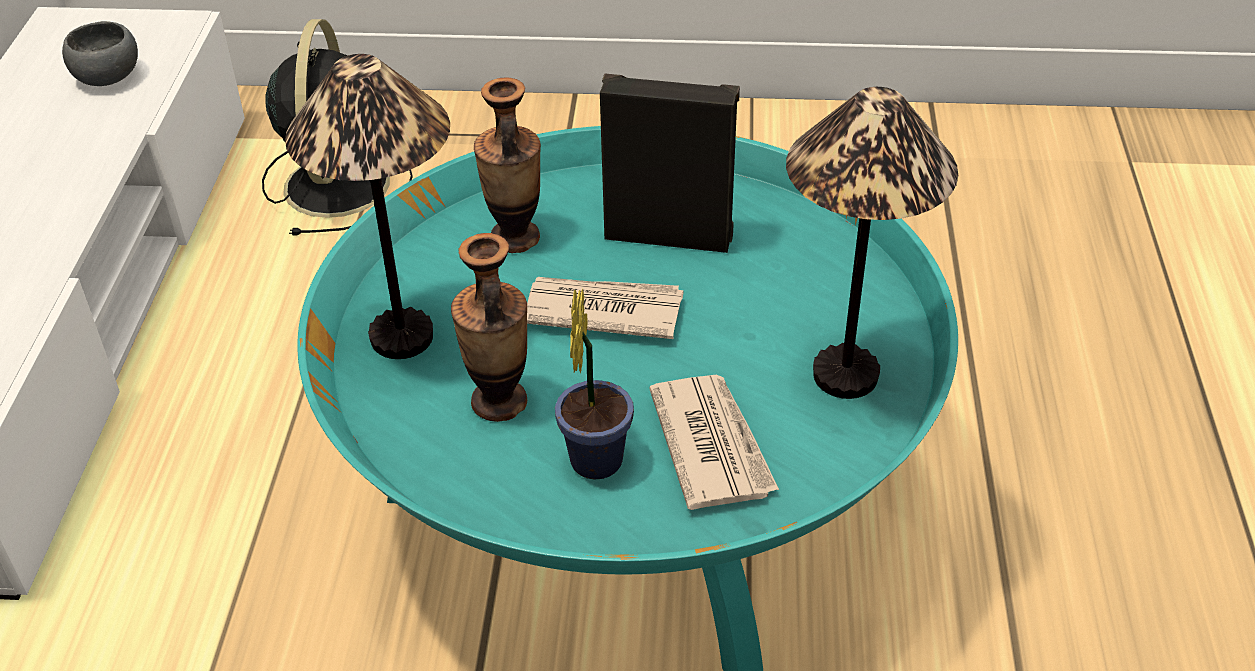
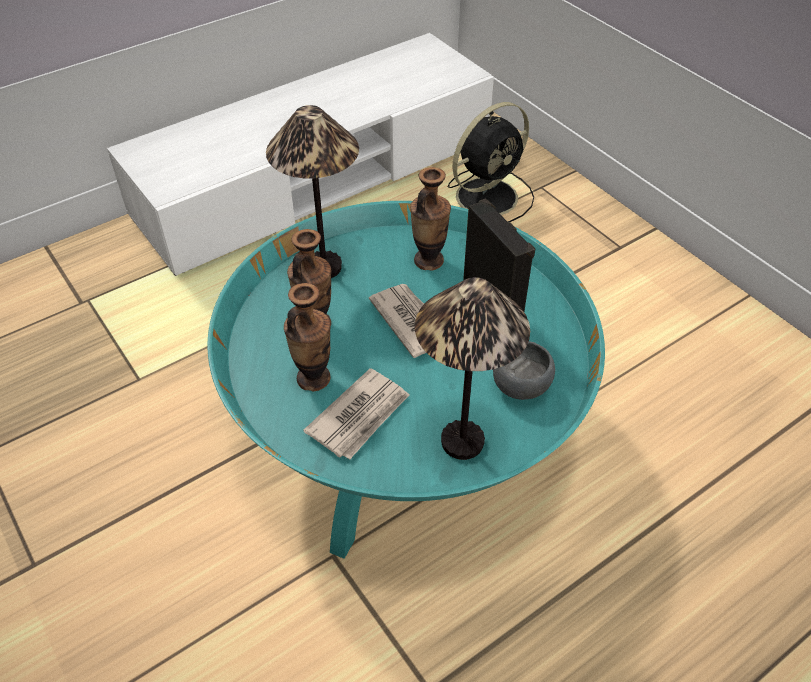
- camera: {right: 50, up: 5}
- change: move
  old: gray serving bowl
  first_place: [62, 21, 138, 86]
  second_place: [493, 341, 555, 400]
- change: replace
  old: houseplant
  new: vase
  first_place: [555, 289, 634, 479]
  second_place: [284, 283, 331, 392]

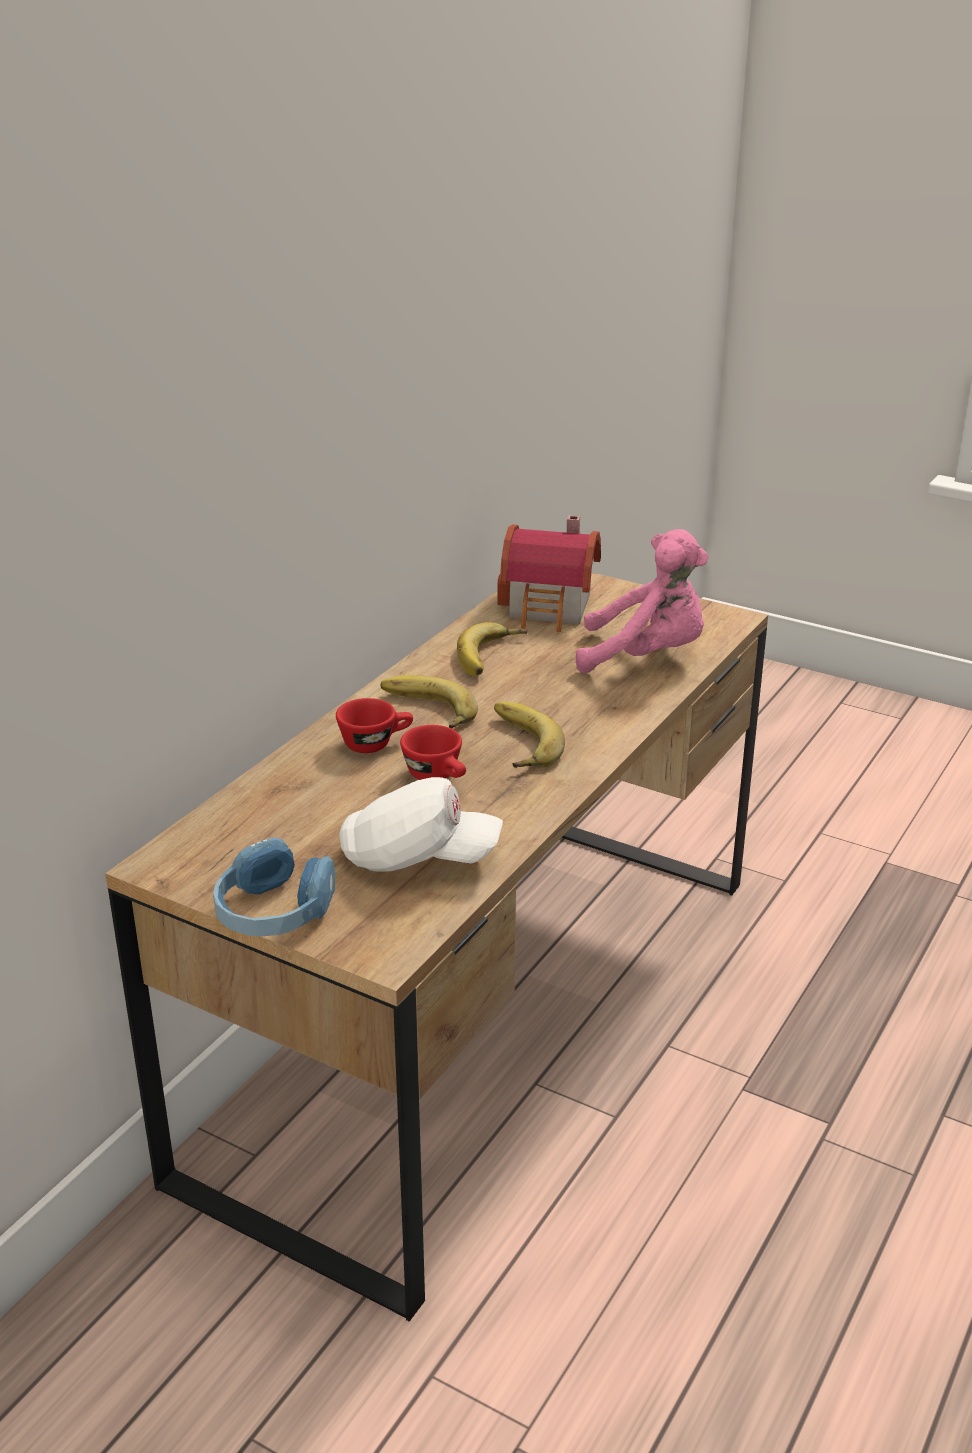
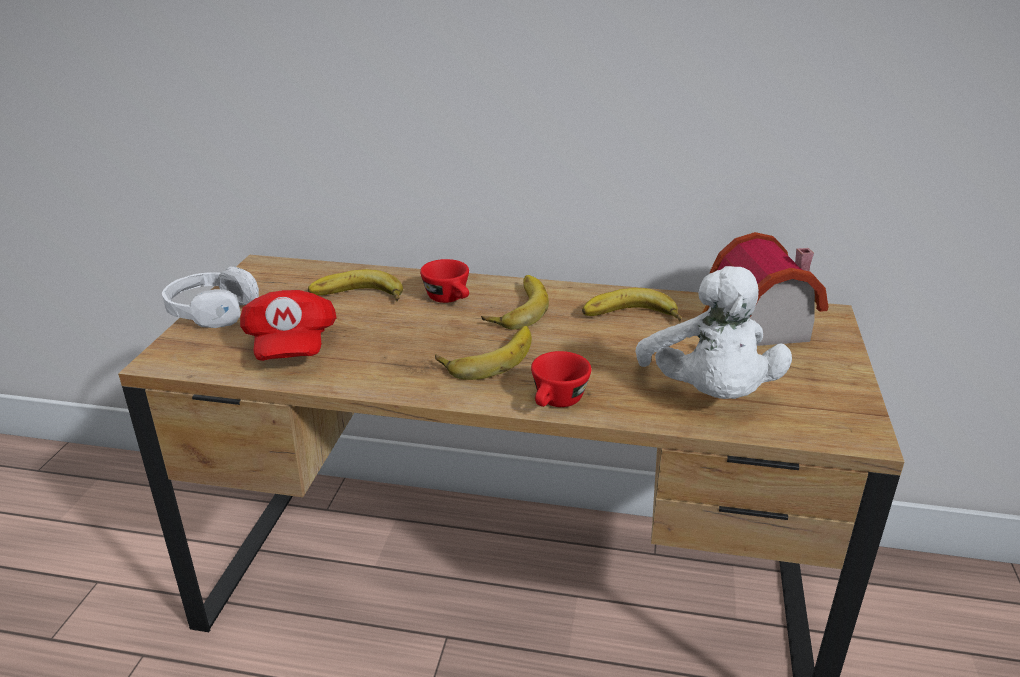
- camera: {right: 70, up: 0}
- change: insert
  new: banana fruit
  second_place: [308, 269, 403, 301]
- change: move
  old: reddish drinking cup
  first_place: [400, 725, 466, 780]
  second_place: [531, 351, 591, 407]
- change: recolor
  old: blue pair of headphones
  new: whitish pair of headphones
  first_place: [213, 837, 335, 936]
  second_place: [162, 267, 259, 328]
- change: recolor
  old: whitish baseball cap
  new: reddish baseball cap
  first_place: [339, 777, 503, 872]
  second_place: [240, 290, 337, 361]
- change: recolor
  old: pink cuddly toy
  new: whitish cuddly toy
  first_place: [576, 529, 709, 673]
  second_place: [635, 266, 792, 399]

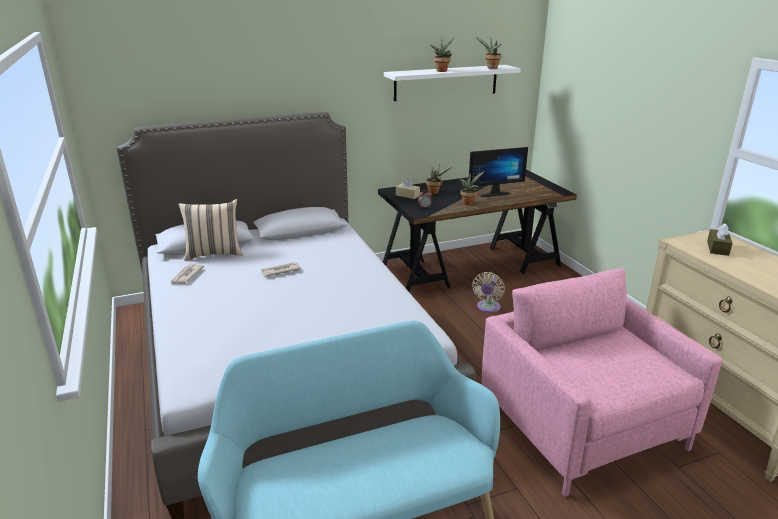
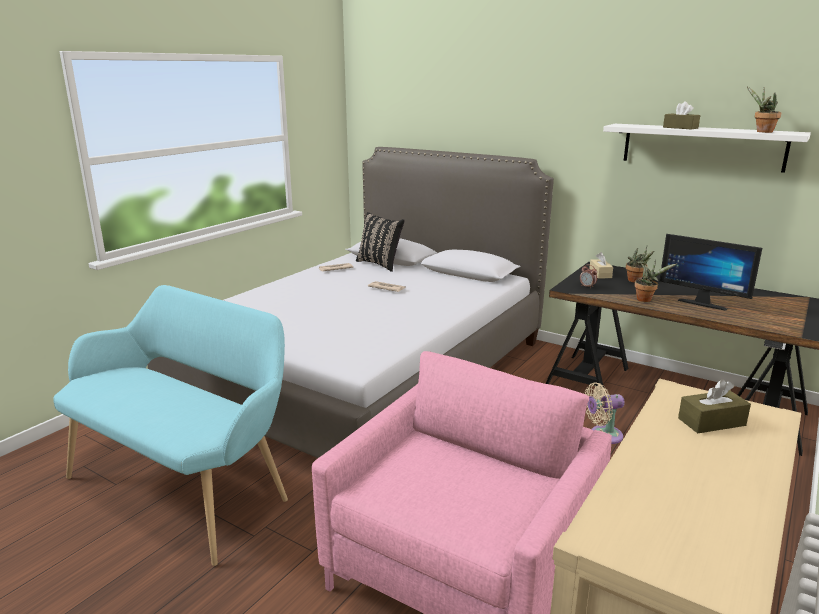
- camera: {right: 55, up: -5}
- change: replace
  old: houseplant
  new: brownish tissue box
  first_place: [430, 38, 454, 72]
  second_place: [663, 101, 700, 129]
- change: recolor
  old: beige-coloured throw pillow
  new: black throw pillow
  first_place: [178, 199, 243, 261]
  second_place: [356, 212, 405, 272]

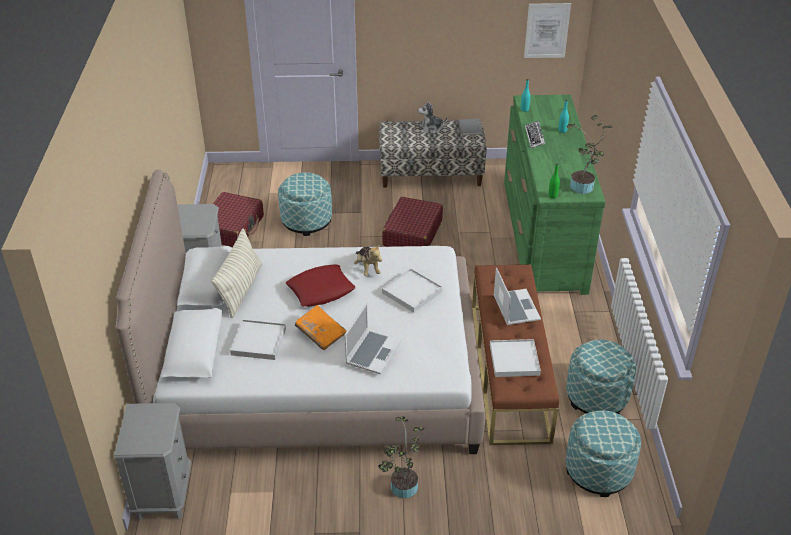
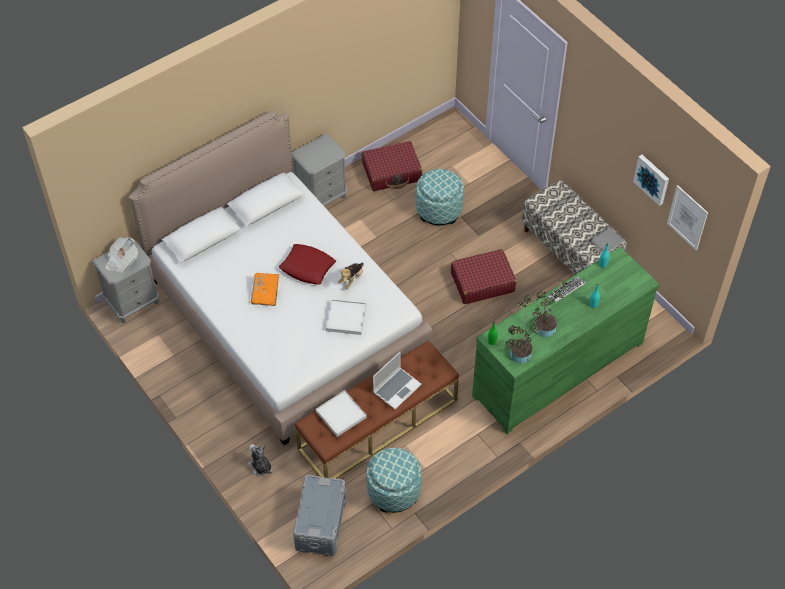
- camera: {right: 55, up: 15}
- change: delete
  old: throw pillow
  first_place: [211, 228, 262, 318]
- change: delete
  old: whitish tray
  first_place: [230, 319, 286, 360]
- change: delete
  old: notebook computer
  first_place: [345, 303, 401, 374]
- change: insert
  new: printed paper
  second_place: [105, 237, 138, 274]
- change: insert
  new: wall picture
  second_place: [633, 155, 669, 206]
- change: move
  old: houseplant
  first_place: [378, 416, 425, 498]
  second_place: [524, 280, 567, 337]
- change: move
  old: cuddly toy
  first_place: [418, 101, 447, 134]
  second_place: [248, 444, 272, 476]
- change: replace
  old: footrest
  new: gray storage box
  first_place: [566, 410, 641, 497]
  second_place: [293, 475, 346, 556]

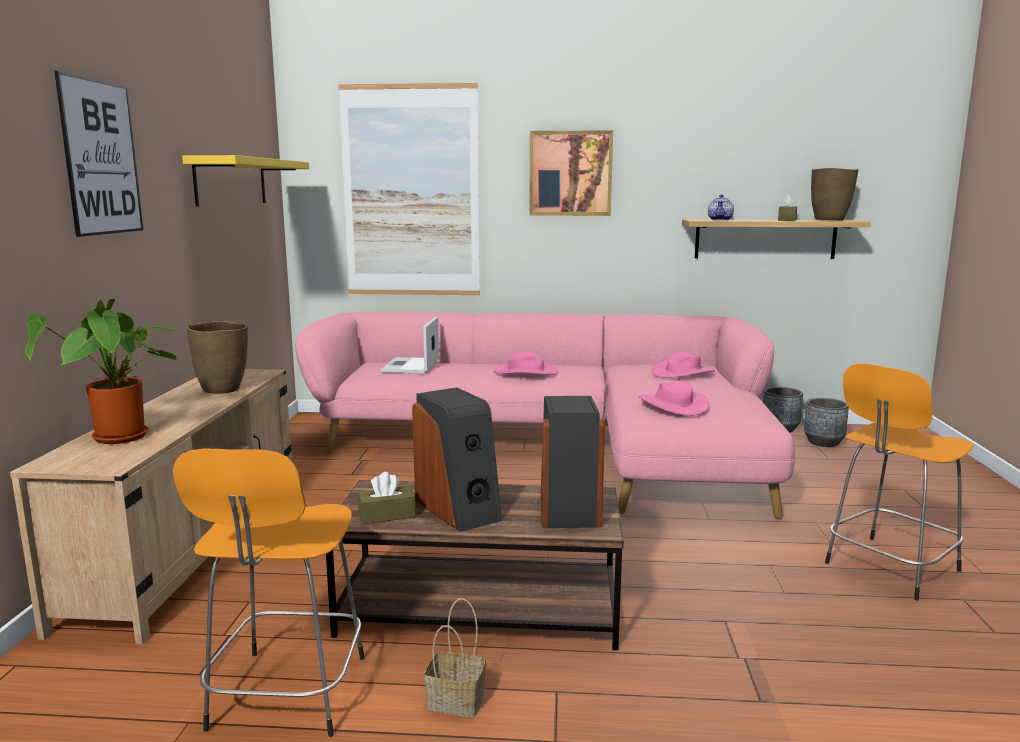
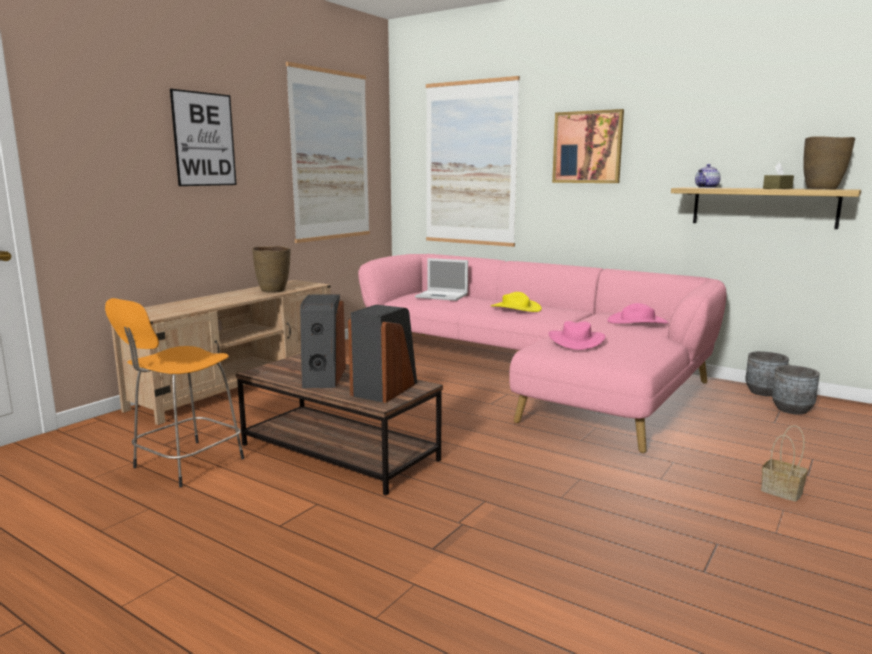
- camera: {right: 30, up: 0}
- change: delete
  old: houseplant
  first_place: [25, 299, 177, 444]
- change: delete
  old: brownish tissue box
  first_place: [358, 472, 416, 524]
- change: delete
  old: orangey sitting stool
  first_place: [825, 364, 974, 600]
- change: move
  old: household basket
  first_place: [424, 598, 486, 717]
  second_place: [761, 425, 808, 502]
- change: replace
  old: yellow-coloured shelf
  new: wall picture
  first_place: [182, 155, 309, 207]
  second_place: [286, 62, 370, 243]
- change: recolor
  old: pink clothing hat
  new: yellow-coloured clothing hat
  first_place: [493, 351, 558, 375]
  second_place: [491, 292, 542, 312]
- change: rotate
  old: notebook computer
  first_place: [380, 316, 439, 374]
  second_place: [415, 258, 468, 301]
  degrees: -105

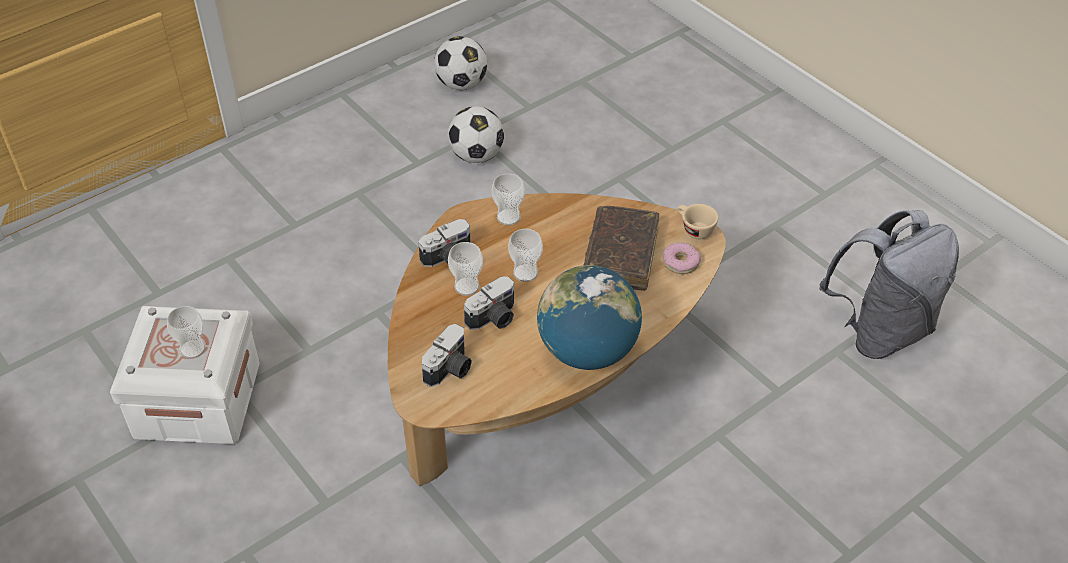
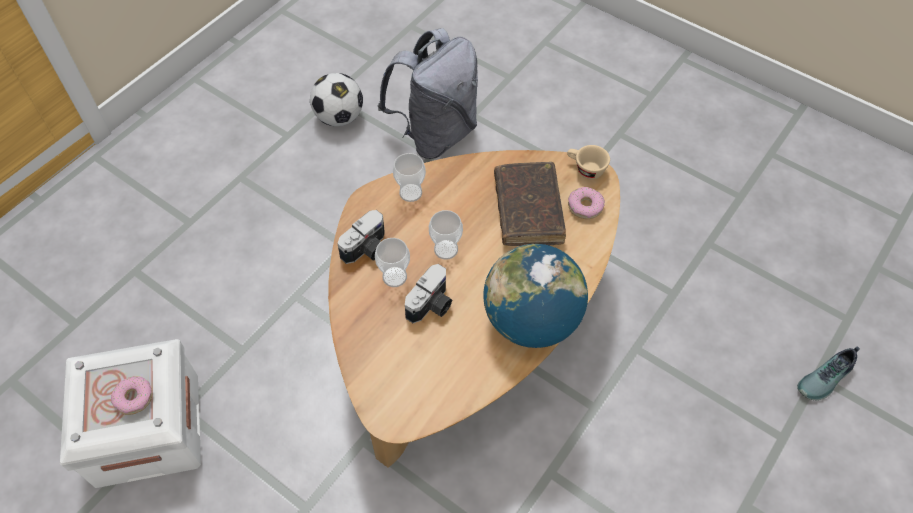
- camera: {right: -15, up: 10}
- change: delete
  old: still camera
  first_place: [422, 324, 472, 387]
- change: delete
  old: football ball
  first_place: [434, 36, 487, 90]
- change: insert
  new: low shoe
  second_place: [797, 346, 860, 401]
- change: move
  old: gray rucksack
  first_place: [819, 210, 959, 359]
  second_place: [378, 28, 478, 159]
- change: replace
  old: drinking cup
  new: donut
  first_place: [167, 306, 205, 359]
  second_place: [111, 377, 152, 415]

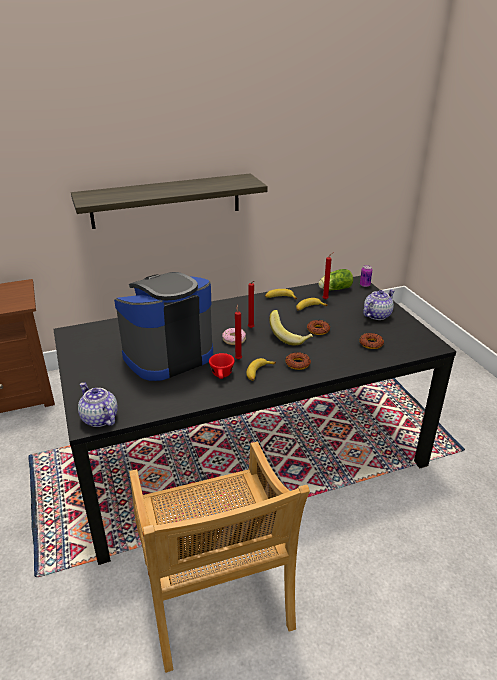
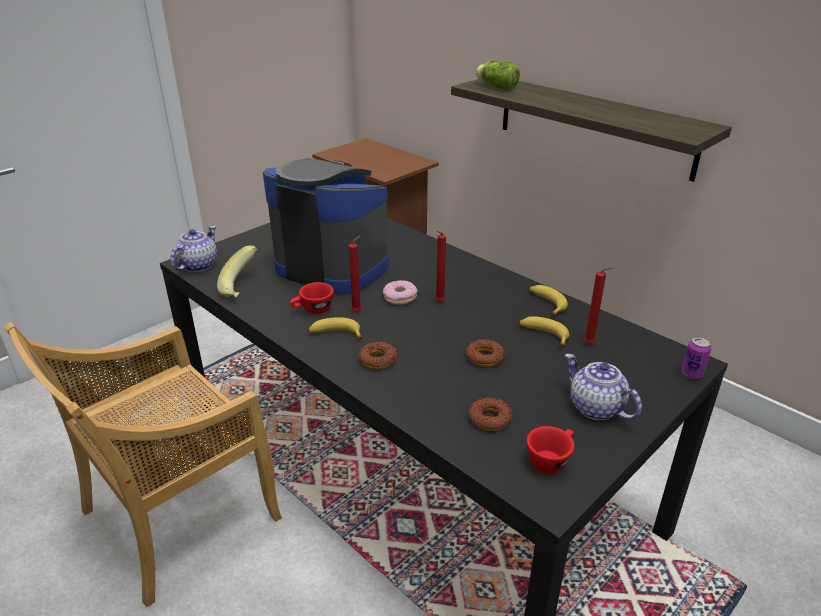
- camera: {right: 65, up: 0}
- change: insert
  new: reddish drinking cup
  second_place: [527, 426, 574, 474]
- change: move
  old: banana fruit
  first_place: [269, 310, 313, 346]
  second_place: [217, 245, 257, 297]
- change: move
  old: head of lettuce
  first_place: [318, 269, 353, 290]
  second_place: [476, 61, 520, 90]
- change: rotate
  old: pot for tea
  first_place: [363, 289, 395, 320]
  second_place: [565, 354, 642, 420]
  degrees: -150

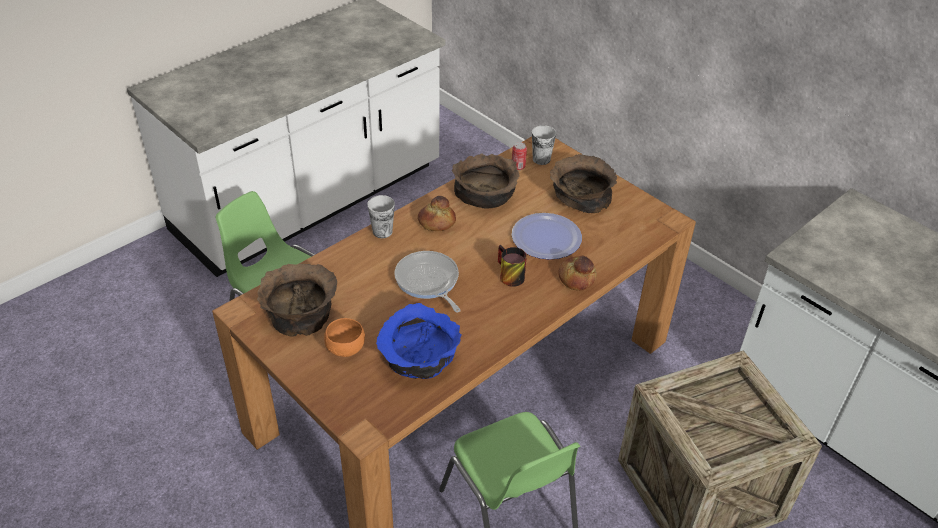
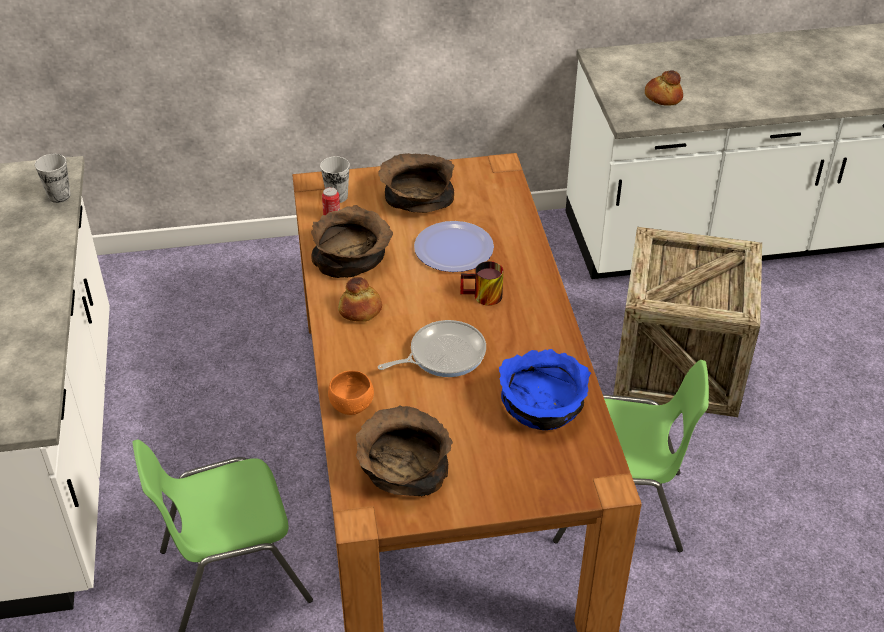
- camera: {right: -55, up: 0}
- change: move
  old: orangey serving bowl
  first_place: [324, 318, 365, 357]
  second_place: [328, 370, 374, 415]
- change: move
  old: drinking cup
  first_place: [367, 195, 395, 238]
  second_place: [35, 154, 71, 203]
- change: move
  old: baked bread
  first_place: [558, 256, 596, 291]
  second_place: [645, 70, 683, 106]
- change: rotate
  old: pan
  first_place: [395, 251, 460, 312]
  second_place: [378, 320, 486, 377]
  degrees: 150

